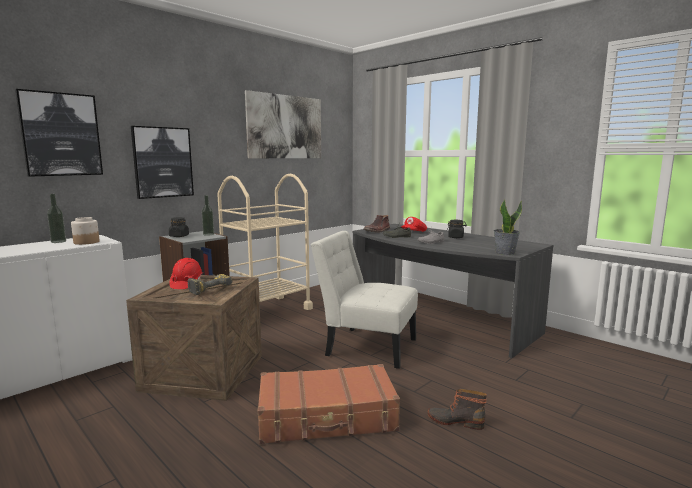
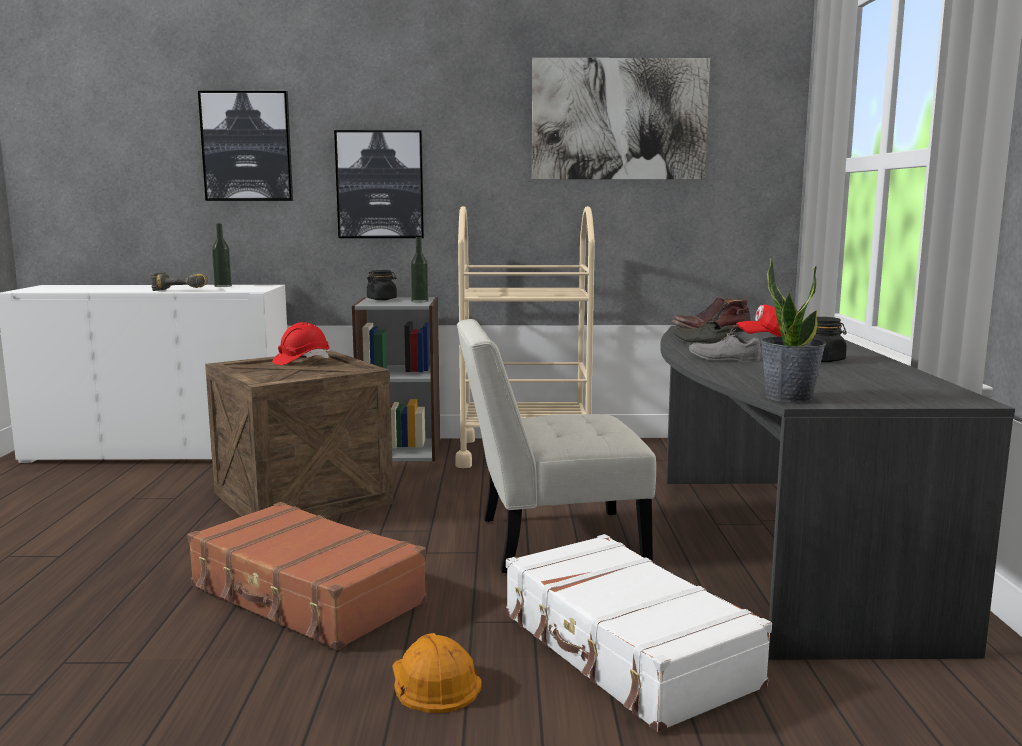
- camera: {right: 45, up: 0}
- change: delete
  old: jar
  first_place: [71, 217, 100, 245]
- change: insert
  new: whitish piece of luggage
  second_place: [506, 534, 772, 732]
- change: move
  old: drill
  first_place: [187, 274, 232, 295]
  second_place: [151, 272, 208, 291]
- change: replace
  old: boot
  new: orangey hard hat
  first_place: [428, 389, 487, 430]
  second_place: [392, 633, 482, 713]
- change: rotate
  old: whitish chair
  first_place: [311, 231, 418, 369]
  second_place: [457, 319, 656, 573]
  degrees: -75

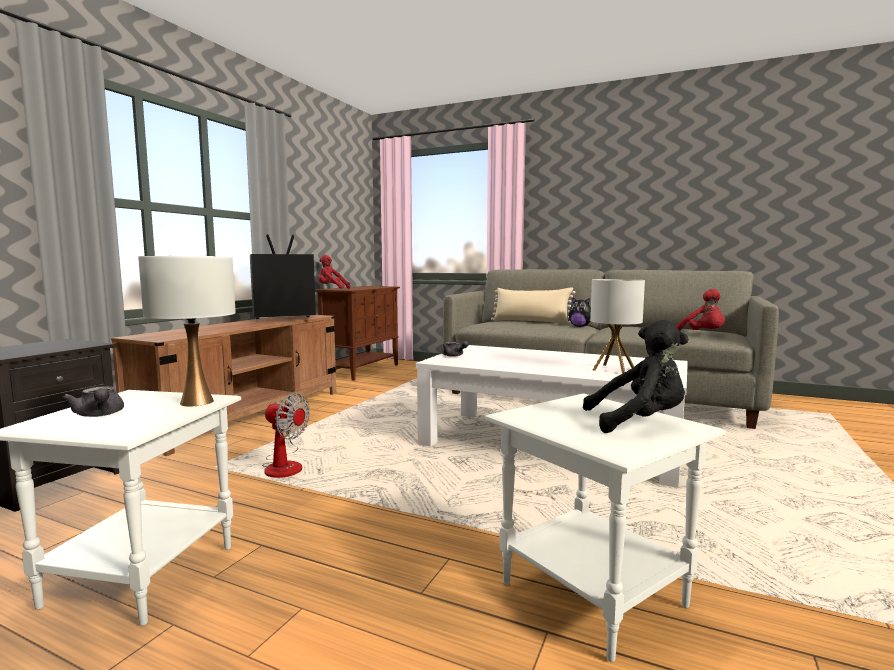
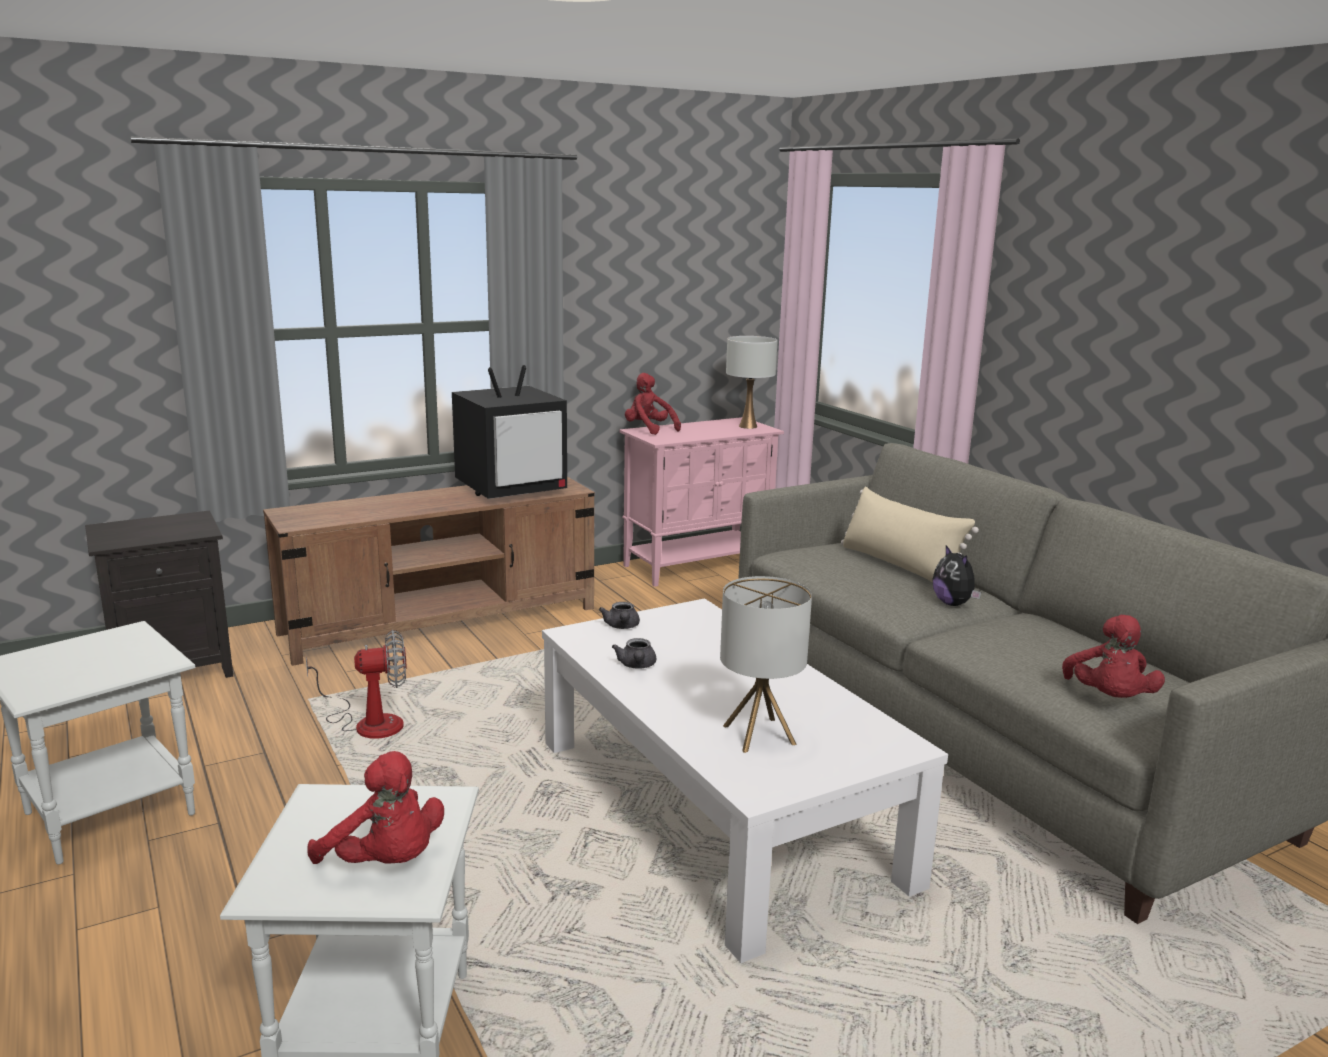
- camera: {right: 35, up: 10}
- change: move
  old: gray pot for tea
  first_place: [62, 386, 124, 417]
  second_place: [612, 638, 656, 669]
- change: move
  old: whitish table lamp
  first_place: [138, 256, 236, 406]
  second_place: [726, 336, 778, 429]
- change: recolor
  old: brownish storage cabinet
  new: pink storage cabinet
  first_place: [315, 286, 400, 381]
  second_place: [619, 417, 784, 587]
- change: recolor
  old: black cuddly toy
  new: reddish cuddly toy
  first_place: [583, 320, 689, 433]
  second_place: [307, 751, 444, 864]
- change: rotate
  old: TV
  first_place: [250, 234, 316, 319]
  second_place: [452, 365, 567, 499]
  degrees: 135
- change: rotate
  old: fan
  first_place: [262, 393, 310, 478]
  second_place: [306, 630, 407, 739]
  degrees: -75

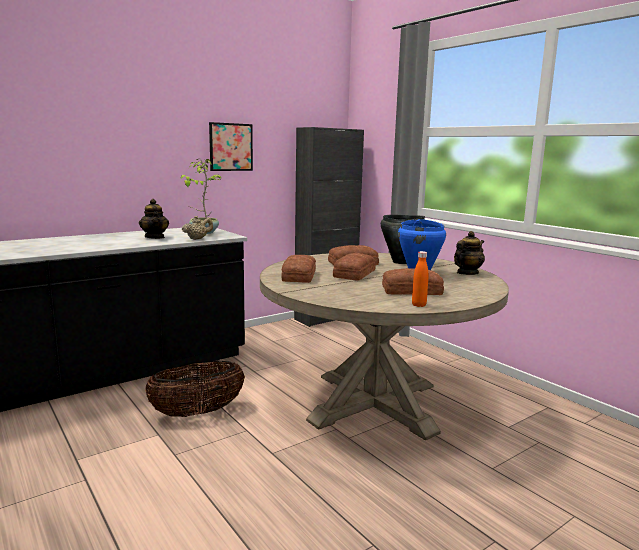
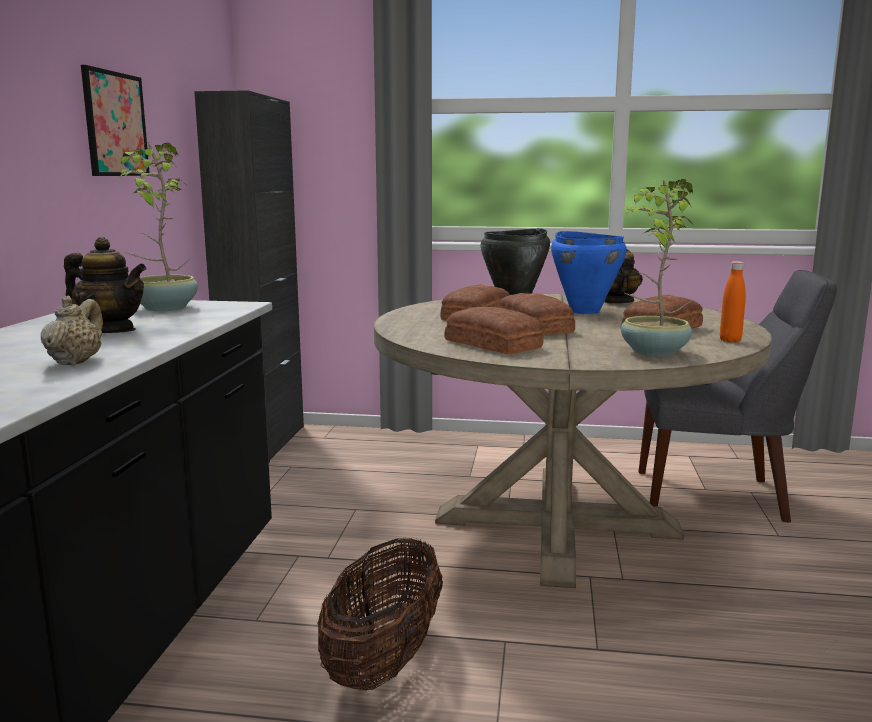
- camera: {right: -45, up: 0}
- change: insert
  new: houseplant
  second_place: [621, 179, 693, 357]
- change: insert
  new: gray chair
  second_place: [639, 270, 837, 522]
- change: move
  old: beige-coloured pot for tea
  first_place: [182, 216, 213, 240]
  second_place: [41, 296, 103, 366]

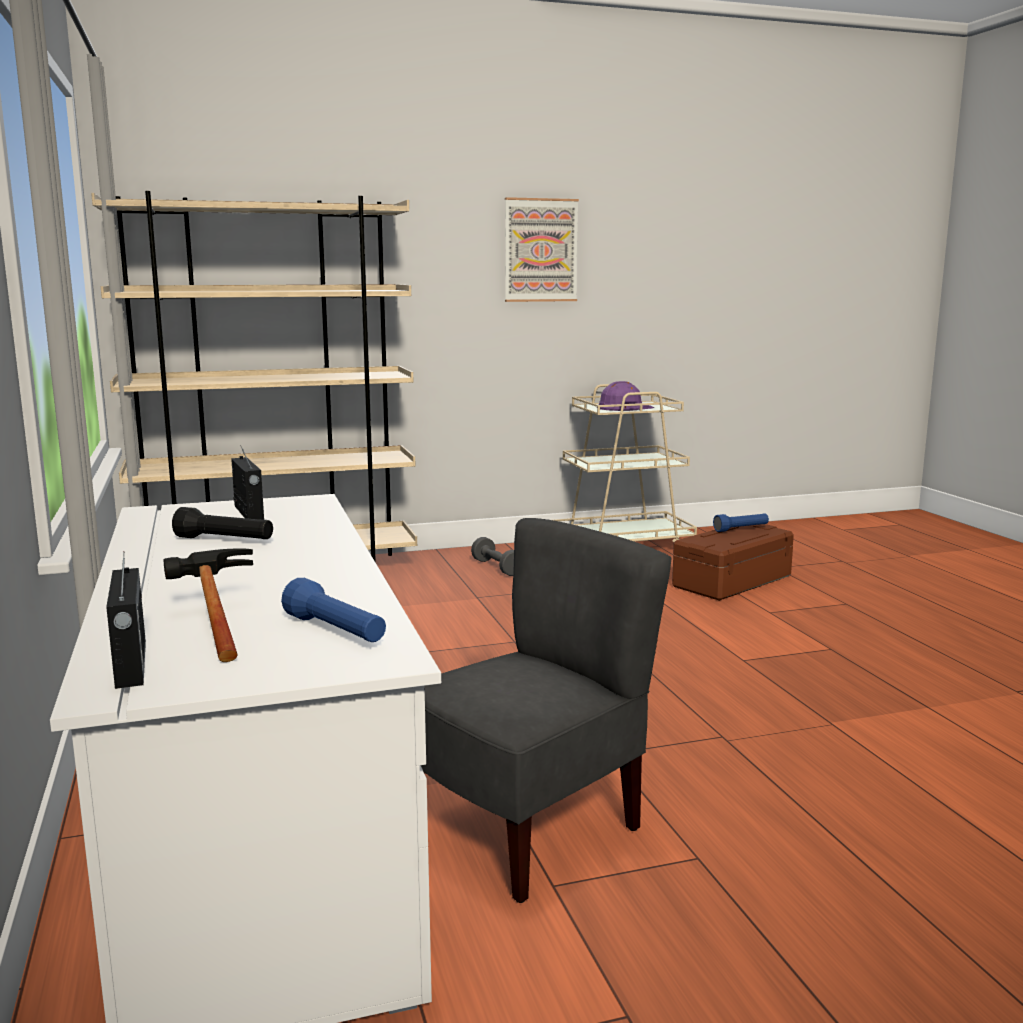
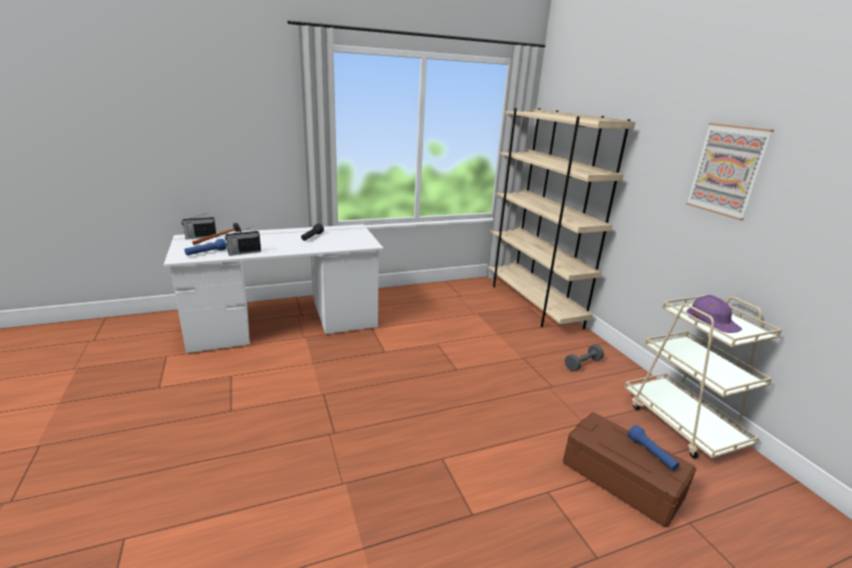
- camera: {right: 85, up: 10}
- change: delete
  old: gray chair
  first_place: [421, 518, 672, 903]
- change: move
  old: radio receiver
  first_place: [231, 445, 264, 520]
  second_place: [225, 226, 261, 256]

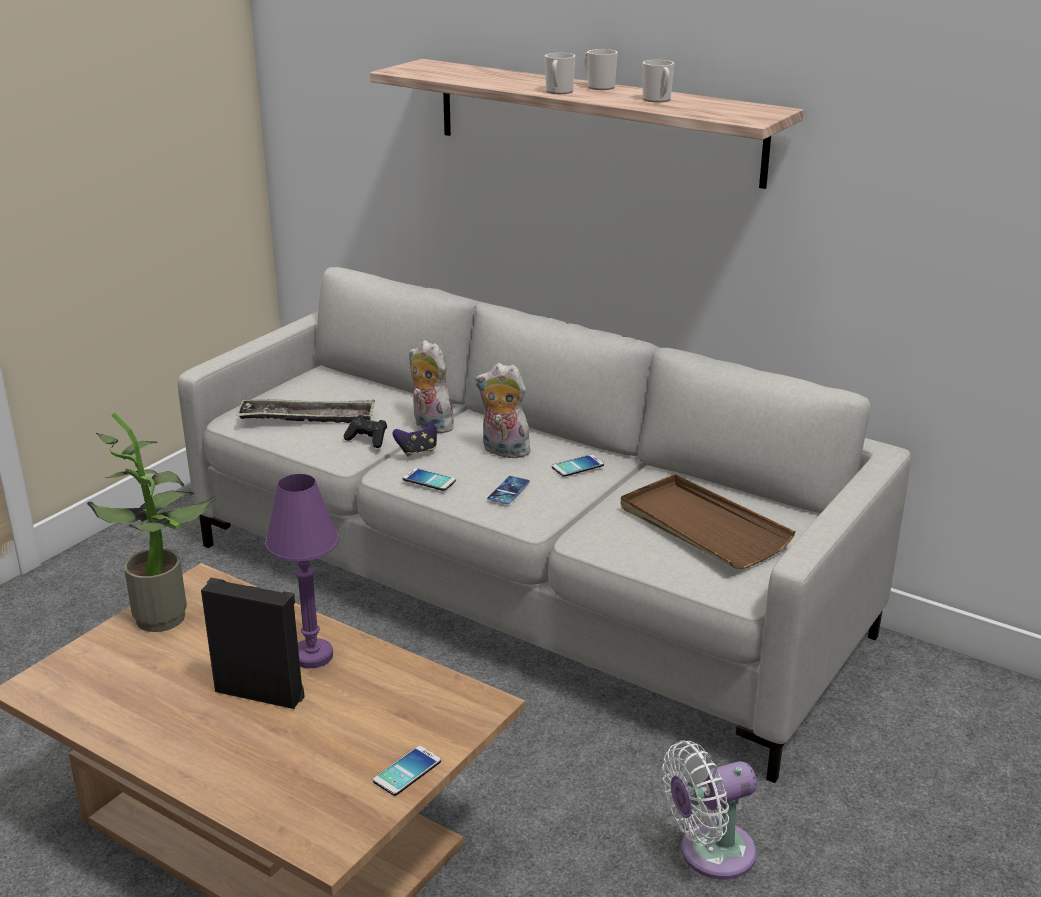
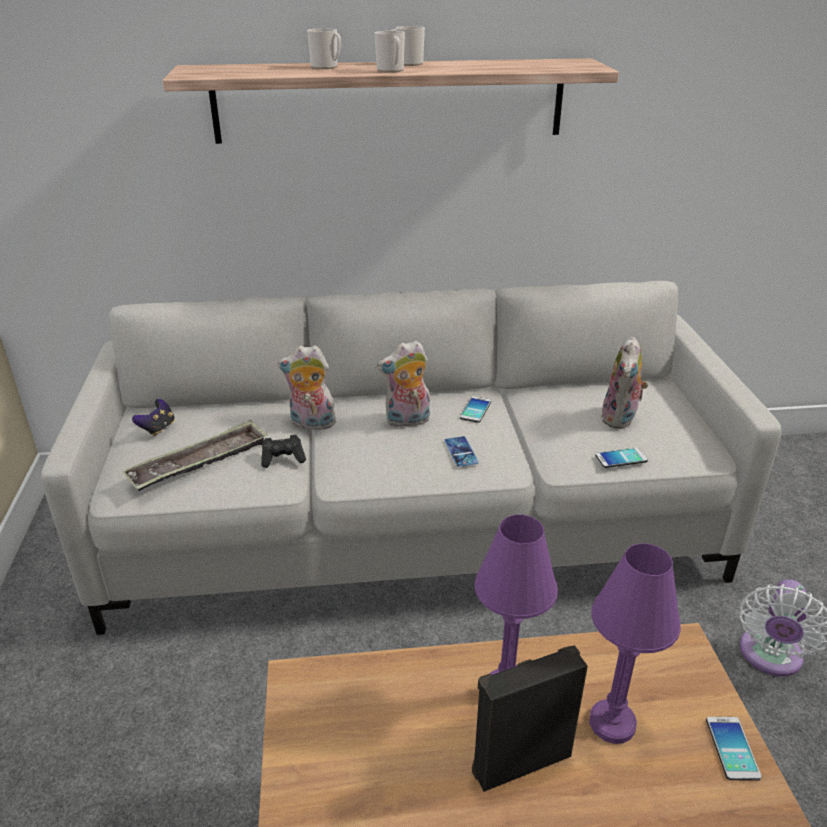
- camera: {right: -40, up: 5}
- change: delete
  old: houseplant
  first_place: [87, 413, 217, 632]
- change: insert
  new: purple-coloured table lamp
  second_place: [589, 543, 681, 744]
- change: move
  old: gamepad
  first_place: [393, 422, 437, 457]
  second_place: [132, 399, 175, 436]
- change: move
  old: phone
  first_place: [403, 468, 456, 491]
  second_place: [595, 448, 648, 468]
- change: move
  old: coffee mug
  first_place: [643, 60, 674, 103]
  second_place: [307, 28, 341, 69]
- change: replace
  old: brownish tray
  new: cuddly toy
  first_place: [620, 474, 795, 569]
  second_place: [601, 336, 649, 429]

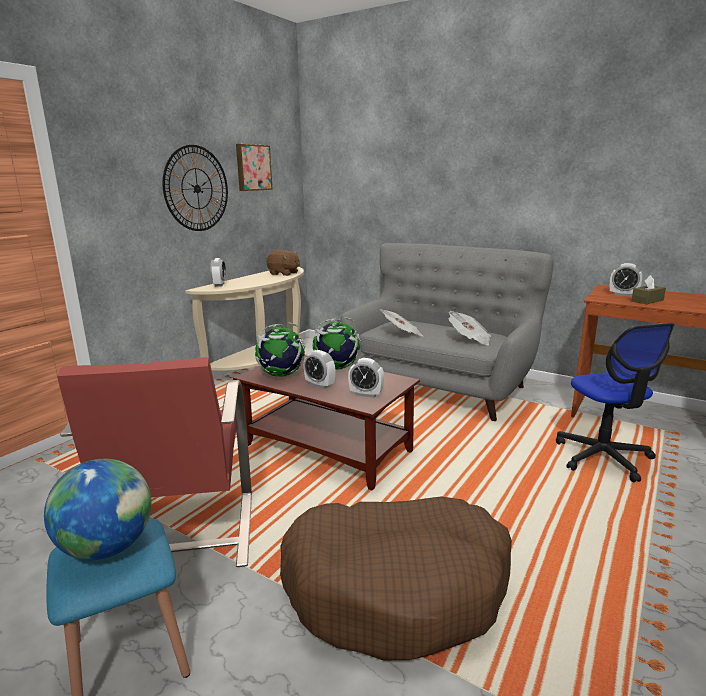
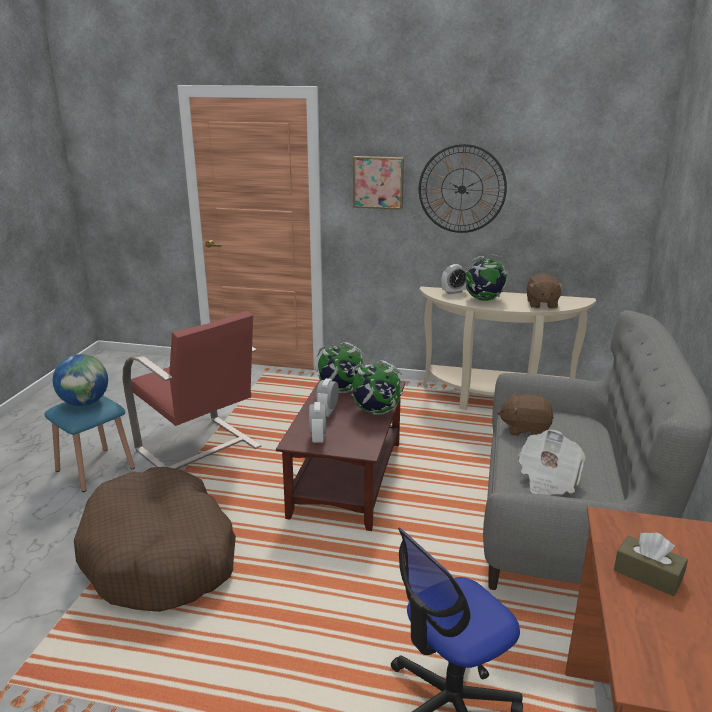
- camera: {right: 70, up: 5}
- change: delete
  old: bedside clock
  first_place: [610, 263, 643, 297]
- change: insert
  new: desk globe
  second_place: [465, 255, 508, 301]
- change: move
  old: wall picture
  first_place: [236, 144, 273, 191]
  second_place: [353, 156, 404, 210]
- change: replace
  old: printed paper
  new: brownish cuddly toy
  first_place: [380, 309, 423, 336]
  second_place: [497, 392, 554, 436]
- change: rotate
  old: reddish armchair
  first_place: [57, 357, 252, 567]
  second_place: [123, 311, 261, 469]
  degrees: -105

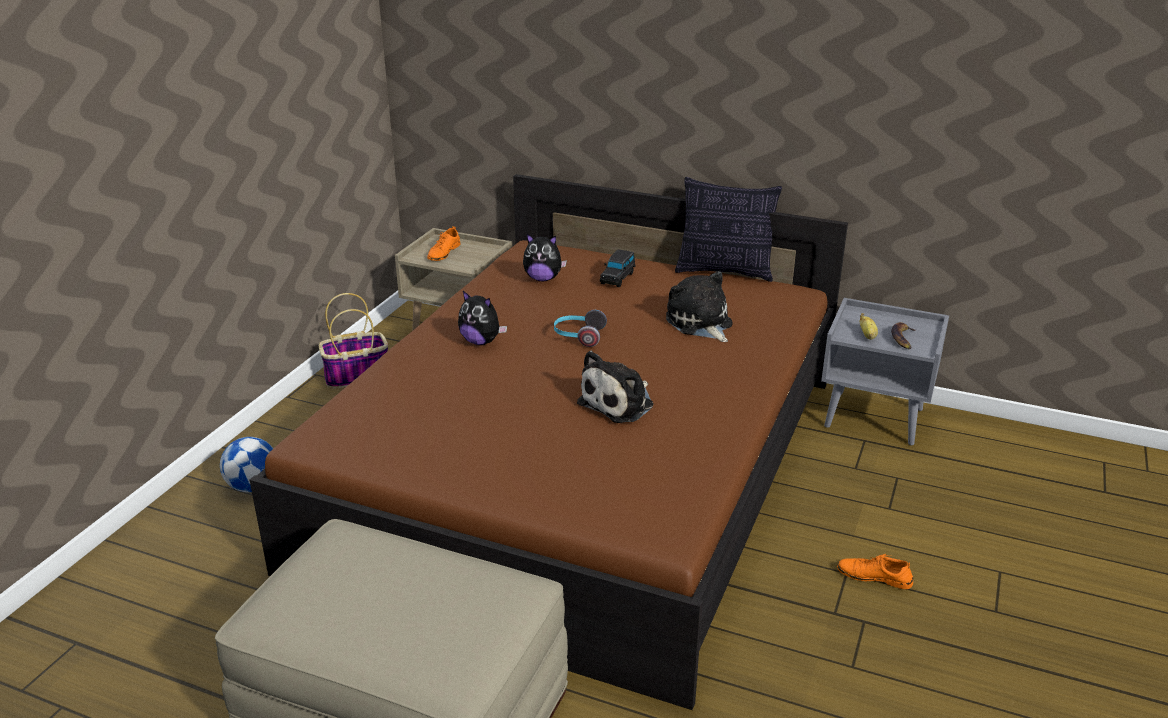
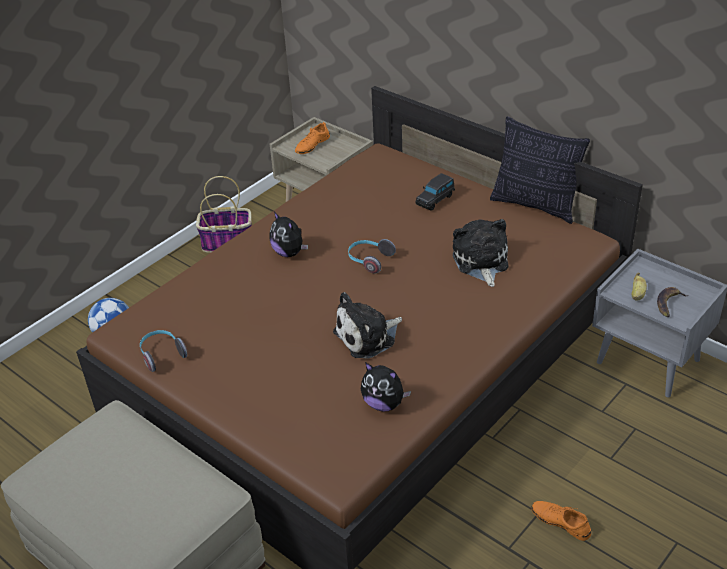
- camera: {right: 20, up: 10}
- change: insert
  new: pair of headphones
  second_place: [140, 330, 188, 372]
- change: move
  old: cuddly toy
  first_place: [523, 234, 567, 281]
  second_place: [361, 362, 411, 411]

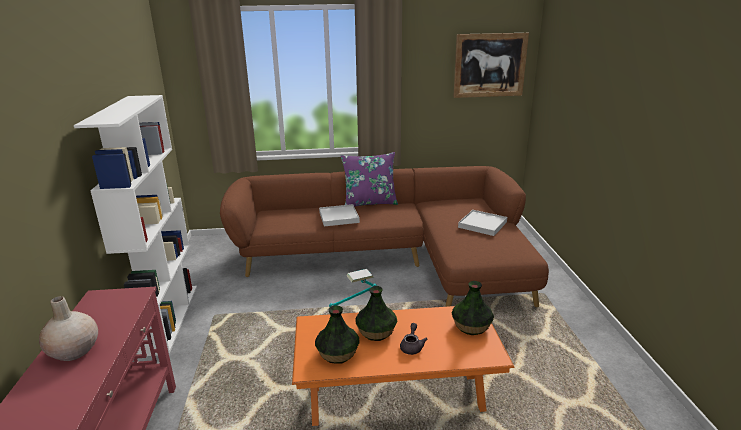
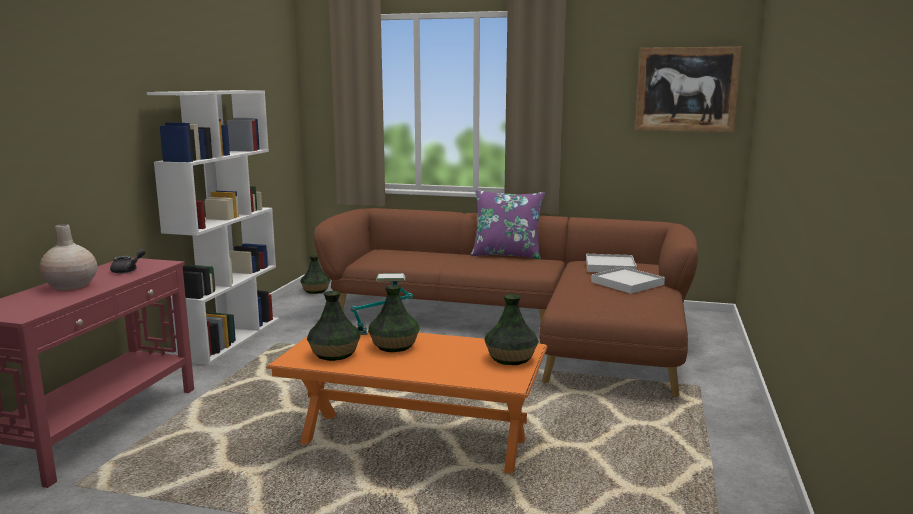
- camera: {right: 20, up: -10}
- change: insert
  new: vase
  second_place: [300, 255, 330, 294]
- change: move
  old: whitish tray
  first_place: [319, 204, 360, 226]
  second_place: [586, 254, 637, 272]
- change: move
  old: gray pot for tea
  first_place: [400, 323, 427, 355]
  second_place: [110, 249, 145, 273]

